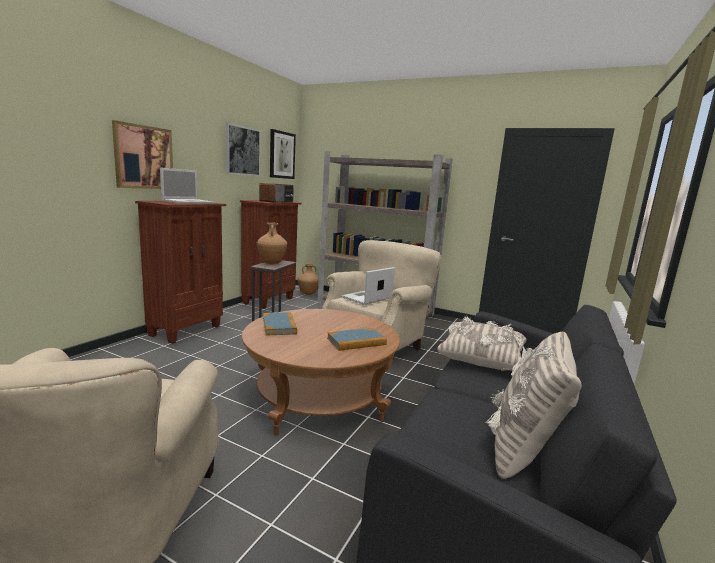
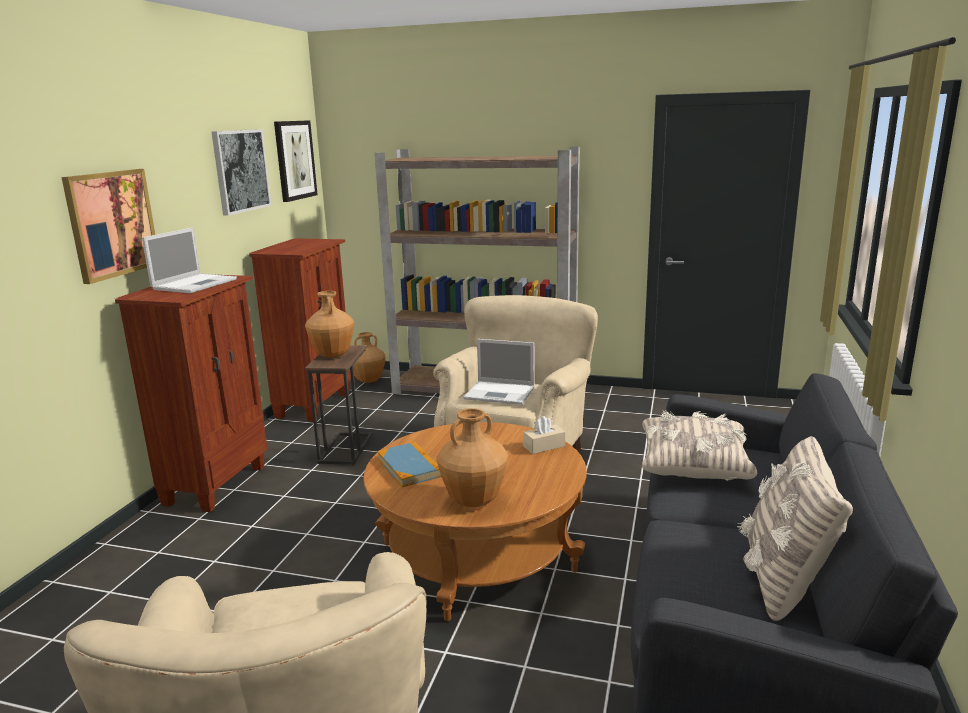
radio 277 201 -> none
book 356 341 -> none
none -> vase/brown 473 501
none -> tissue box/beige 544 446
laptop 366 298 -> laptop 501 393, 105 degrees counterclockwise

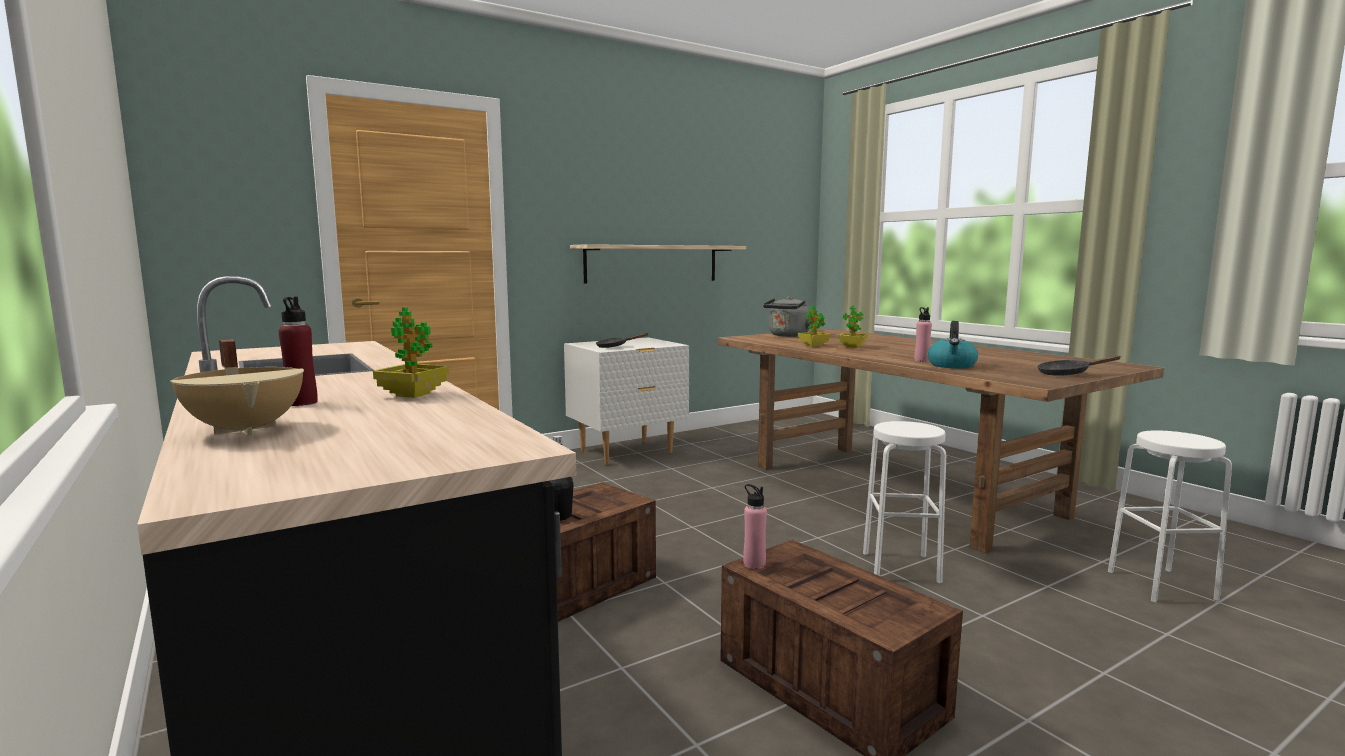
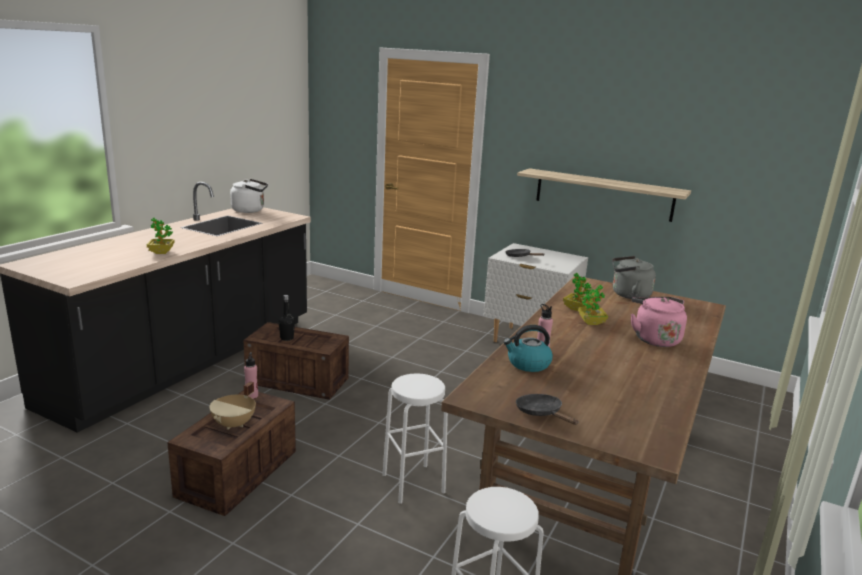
bottle/red 301 403 -> none
none -> kettle/white 250 210
none -> kettle/pink 654 339
cooking pot/beige 248 429 -> cooking pot/beige 234 424, moved

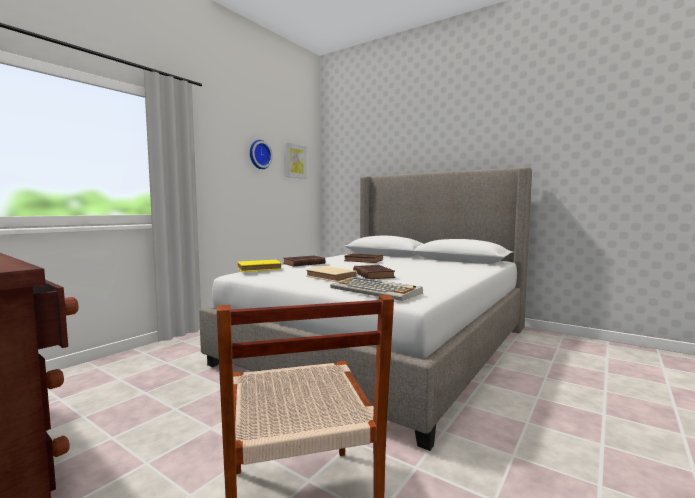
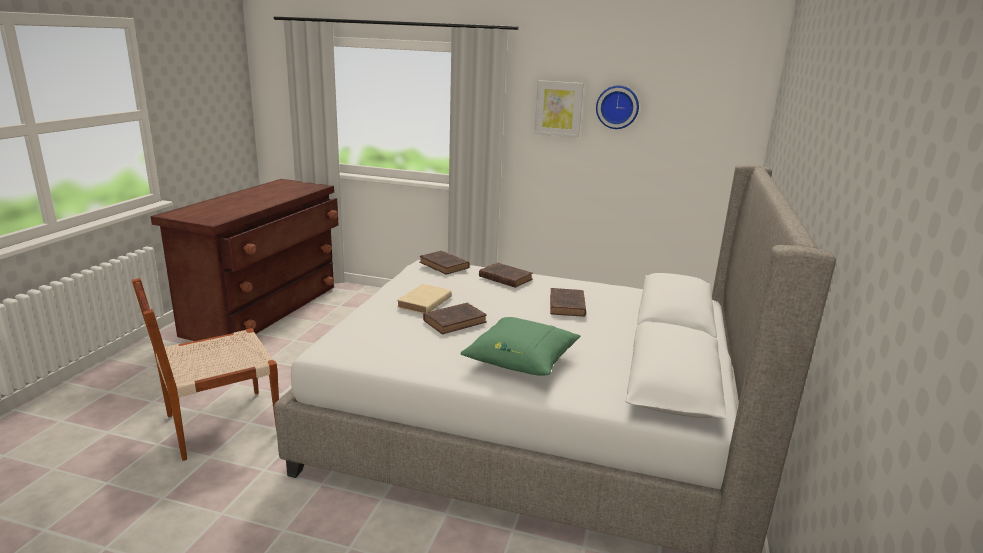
keyboard 376 290 -> none
none -> pillow/green 521 360
picture 295 161 -> picture 558 108, moved
book/yellow 260 268 -> book/brown 445 266

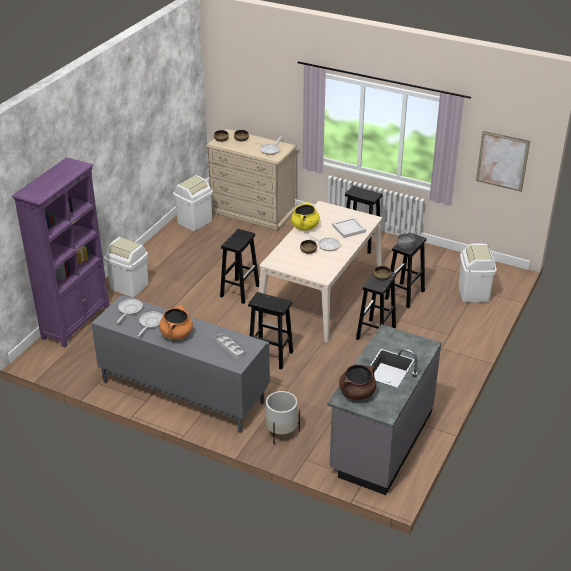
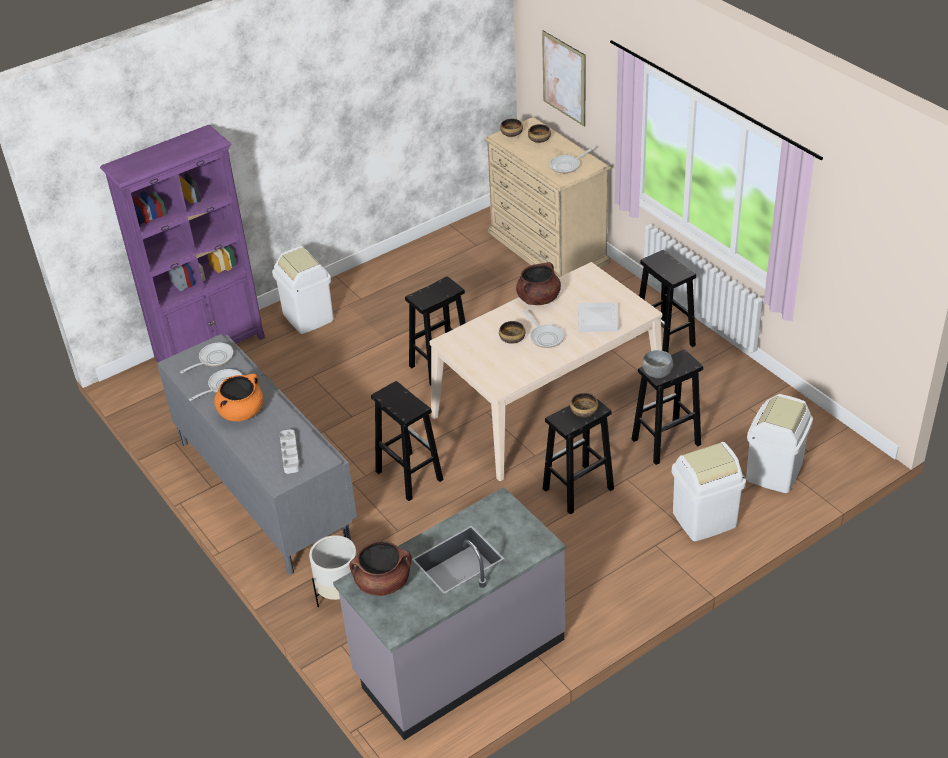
trash can/white 194 222 -> trash can/white 704 519, moved
picture 502 161 -> picture 564 78, moved
cooking pot/yellow 305 227 -> cooking pot/brown 538 299

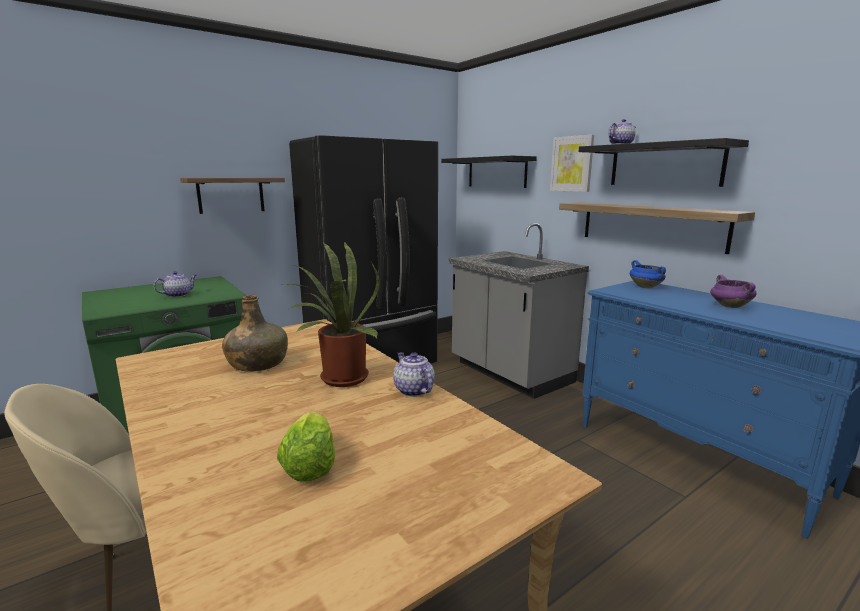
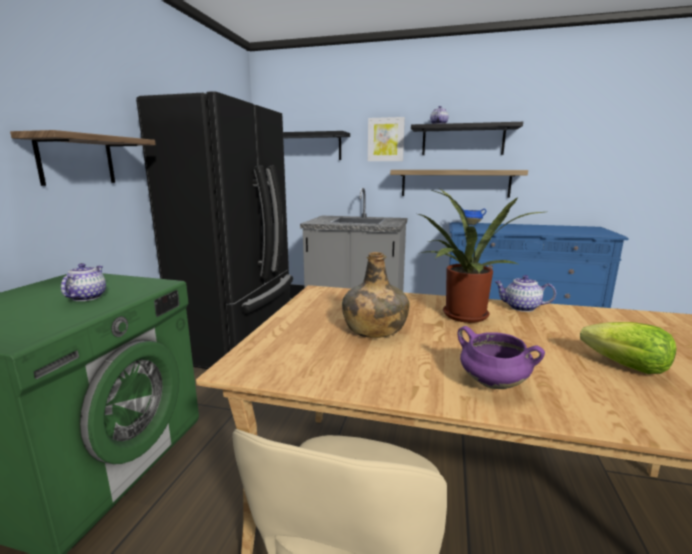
cooking pot/purple 729 306 -> cooking pot/purple 492 383, moved

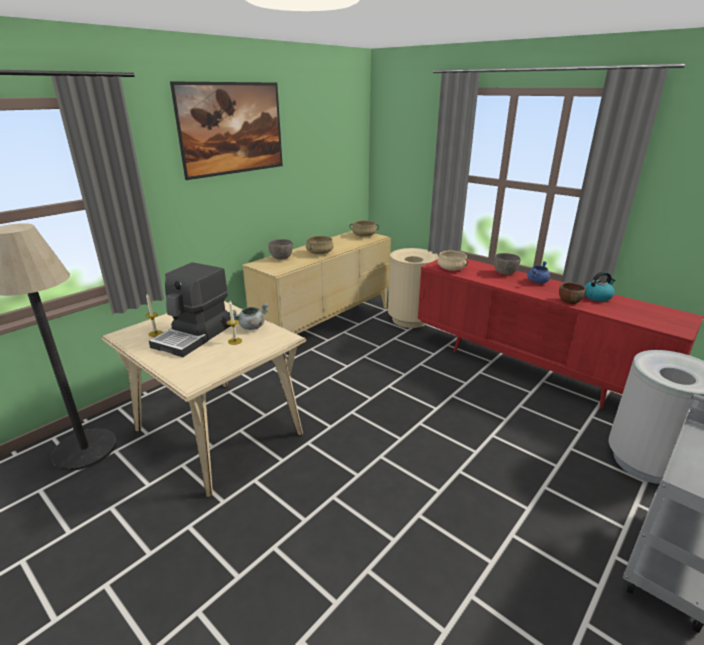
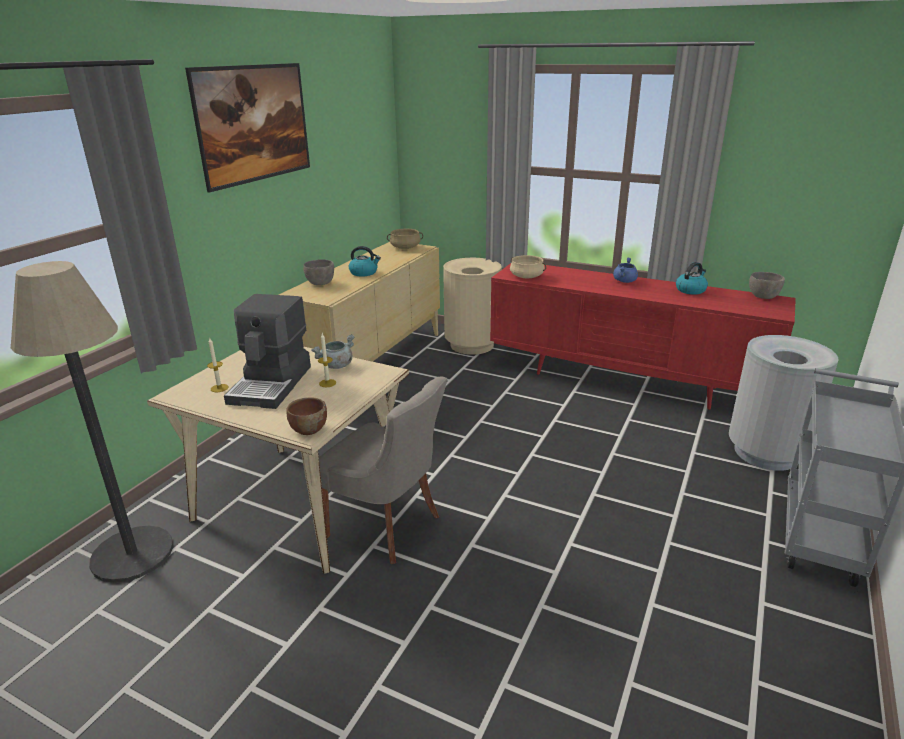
none -> chair/grey 386 526
bowl/grey 504 273 -> bowl/grey 762 297, moved
bowl/brown 569 301 -> bowl/brown 308 429, moved
cooking pot/beige 319 253 -> kettle 364 273

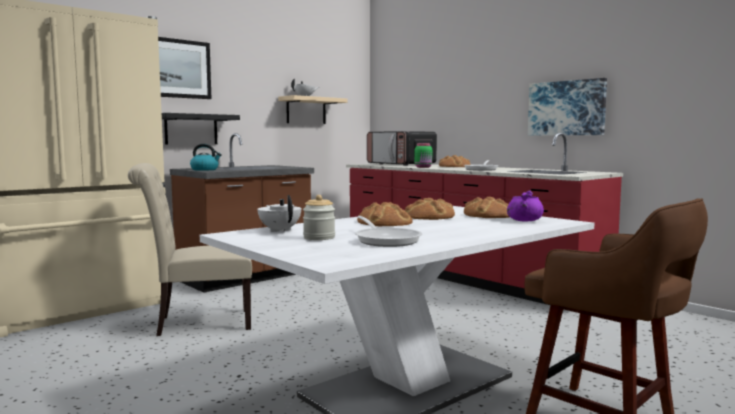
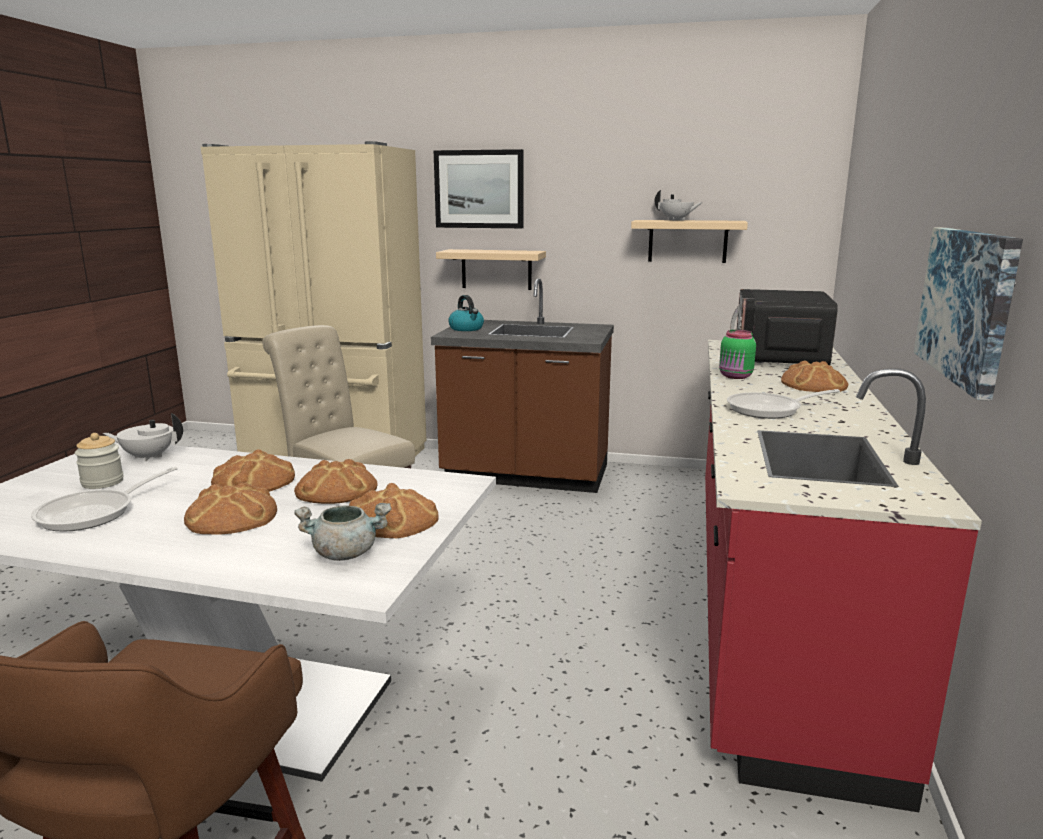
none -> bread 231 516
shelf/black 191 129 -> shelf/beige 496 269
cooking pot/purple 524 221 -> cooking pot/grey 346 553
teapot/white 280 231 -> teapot/white 148 457, 120 degrees counterclockwise

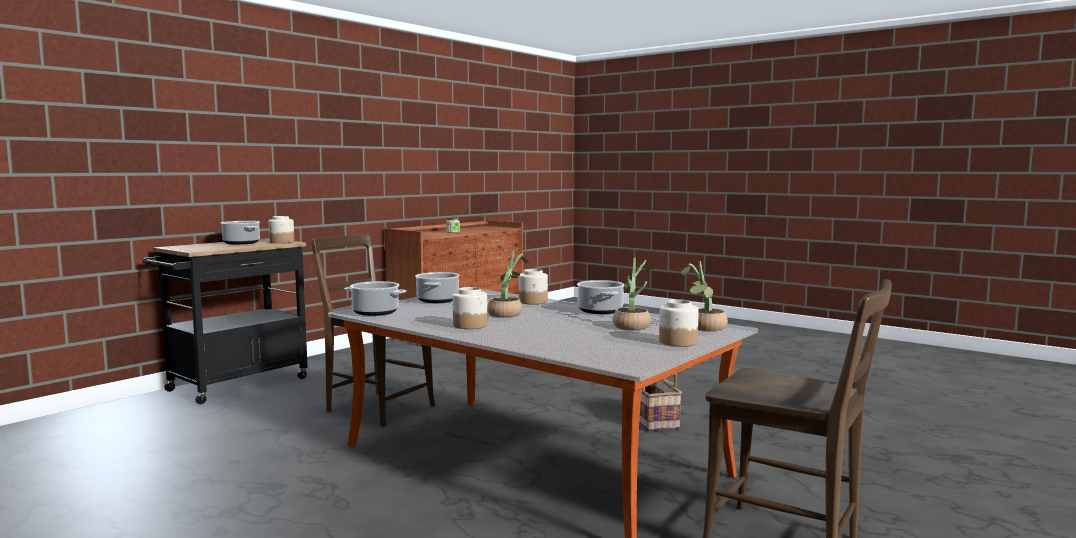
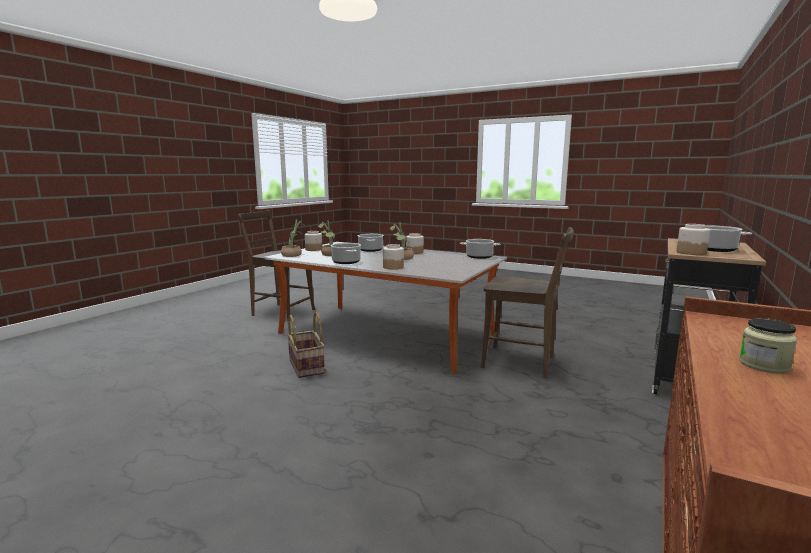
cooking pot 437 300 -> cooking pot 371 250, moved

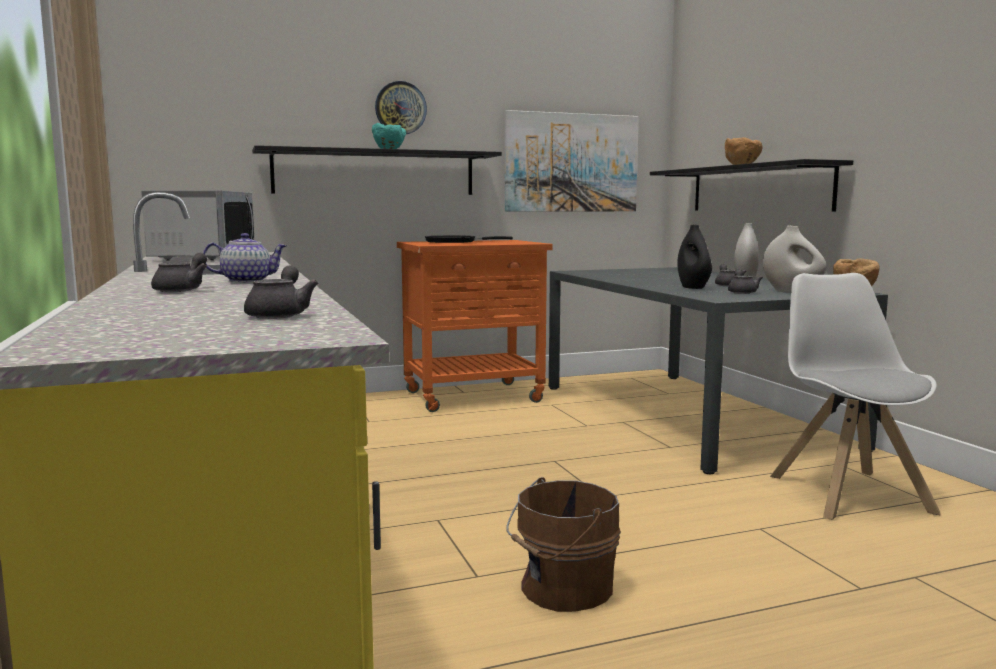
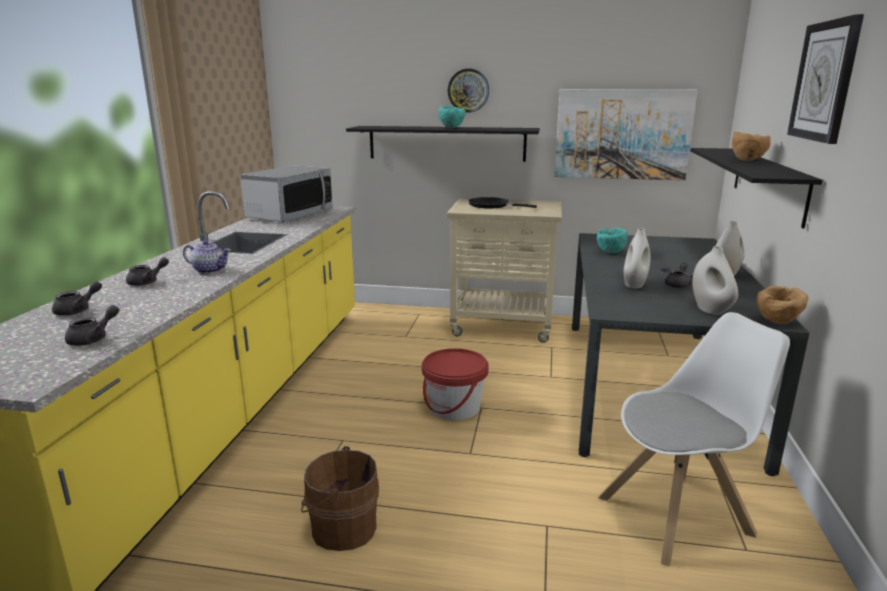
none -> bucket/red 454 407
none -> bowl/turquoise 610 252
none -> wall clock 824 81
teapot/grey 742 292 -> teapot/grey 78 310, moved
cart/orange 474 397 -> cart/beige 503 327
vase/black 693 287 -> vase/white 634 285
chair 847 492 -> chair 678 514, 45 degrees clockwise

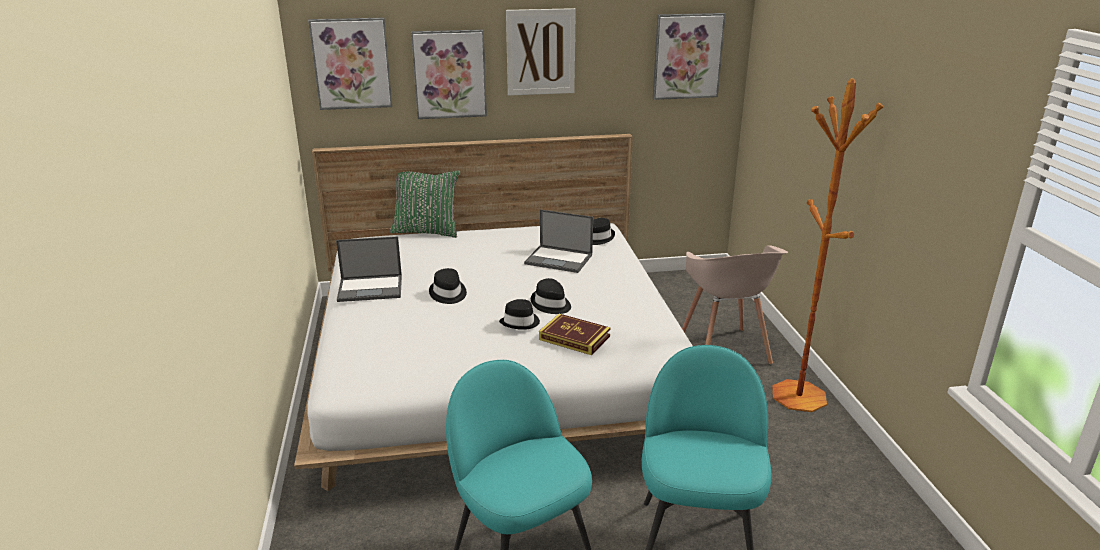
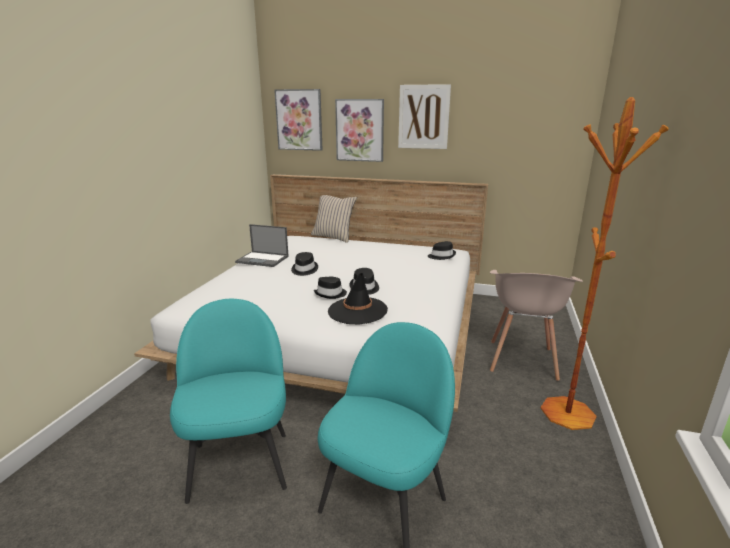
laptop 559 259 -> none
picture 687 56 -> none
book 574 338 -> hat/black 357 311
pillow/green 426 231 -> pillow/beige 333 237

